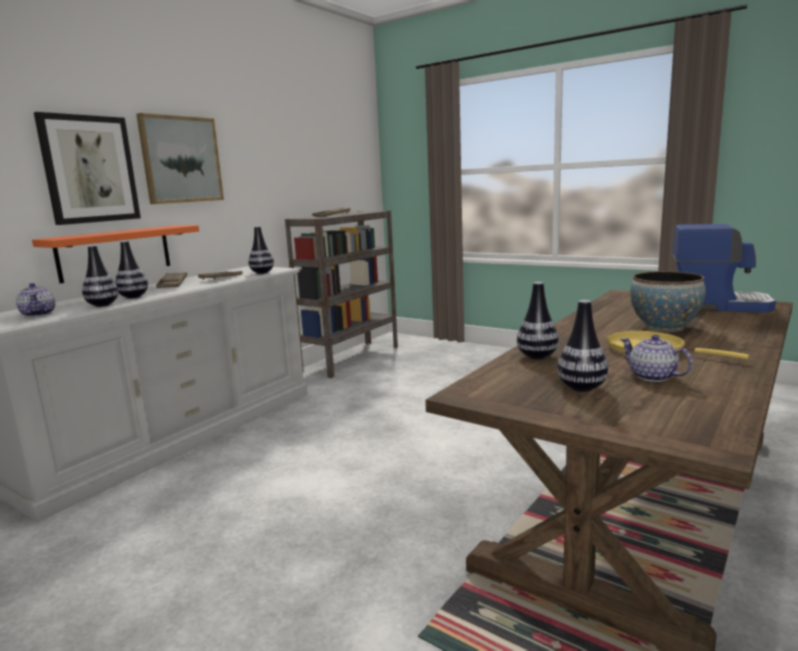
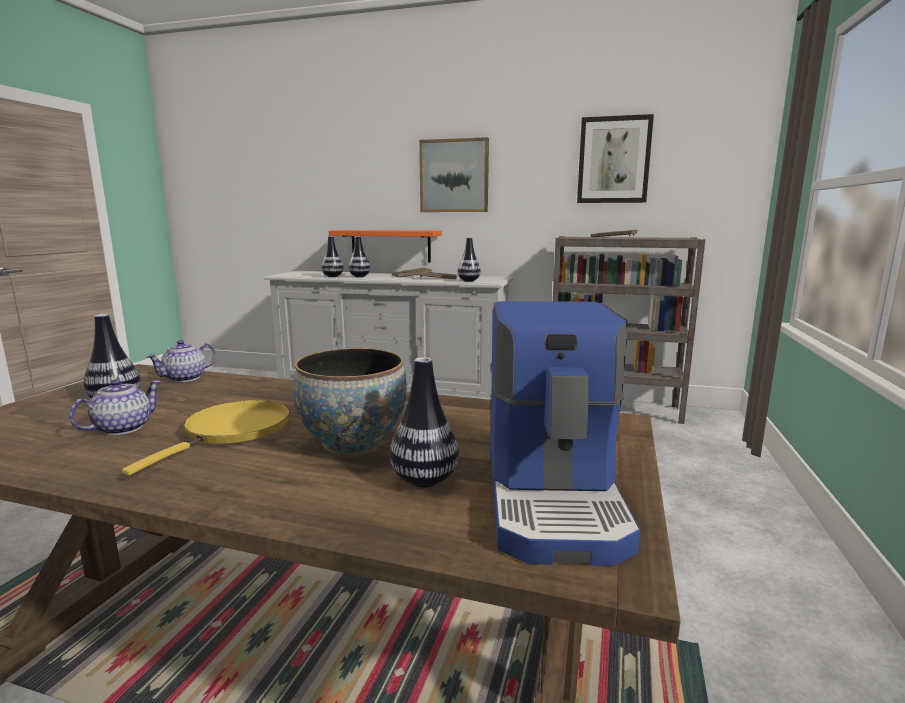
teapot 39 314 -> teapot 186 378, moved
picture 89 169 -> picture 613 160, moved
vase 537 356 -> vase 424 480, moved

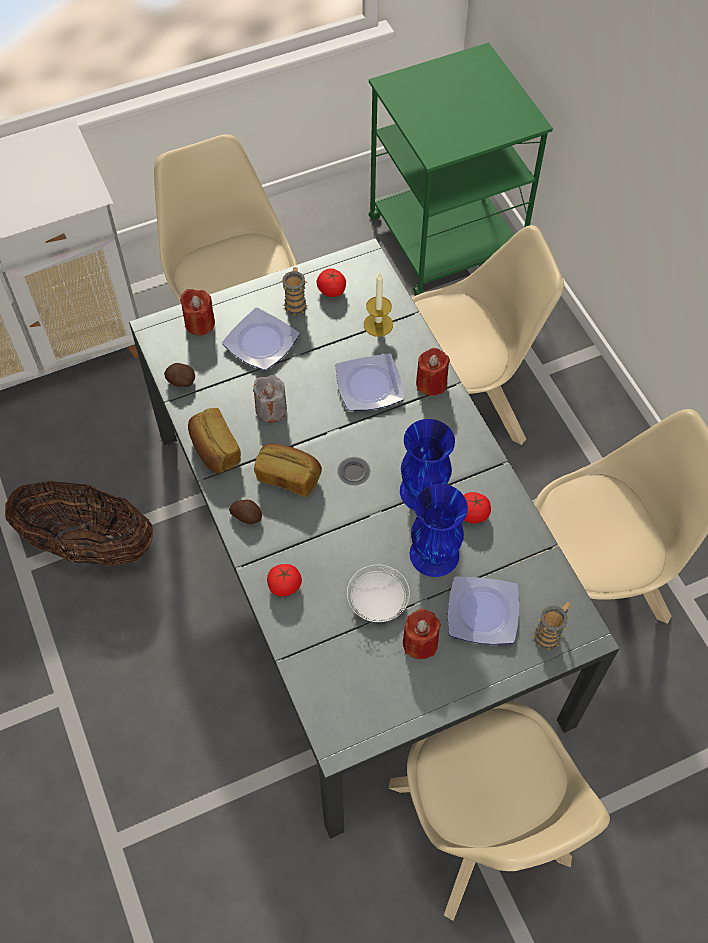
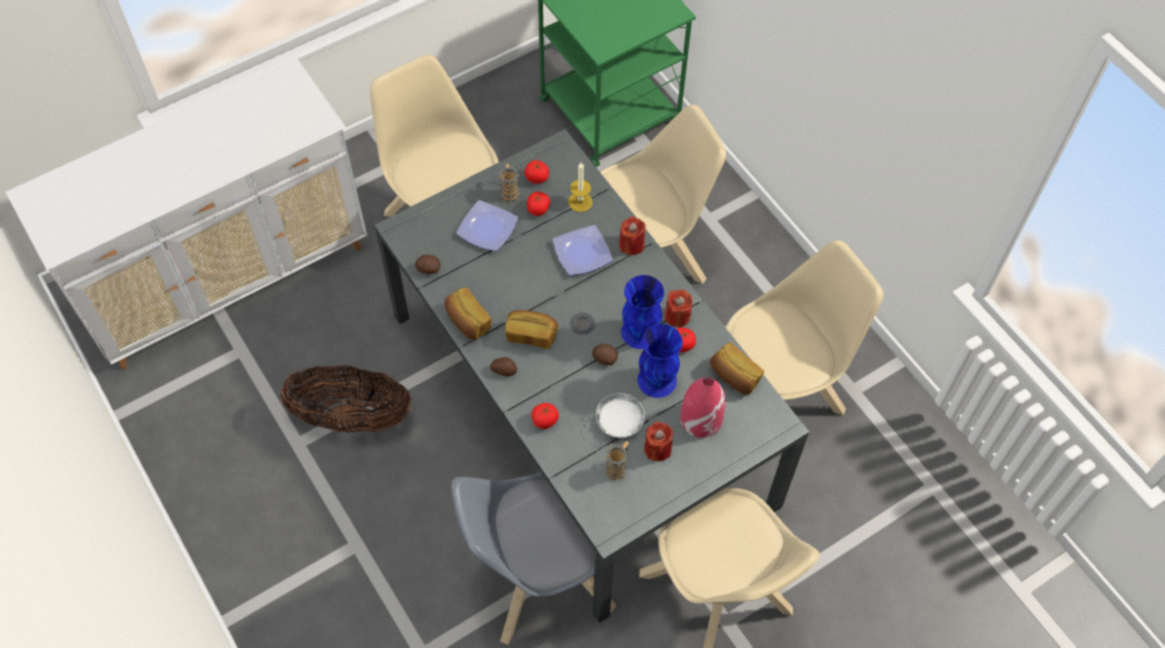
candle/grey 271 409 -> none
none -> chair/grey 538 577
none -> tomato 538 209
none -> potato 604 358
none -> bread 734 377
candle/red 200 323 -> candle/red 677 316, moved
mug 550 633 -> mug 617 467, moved
plate 481 611 -> vase/red 700 418

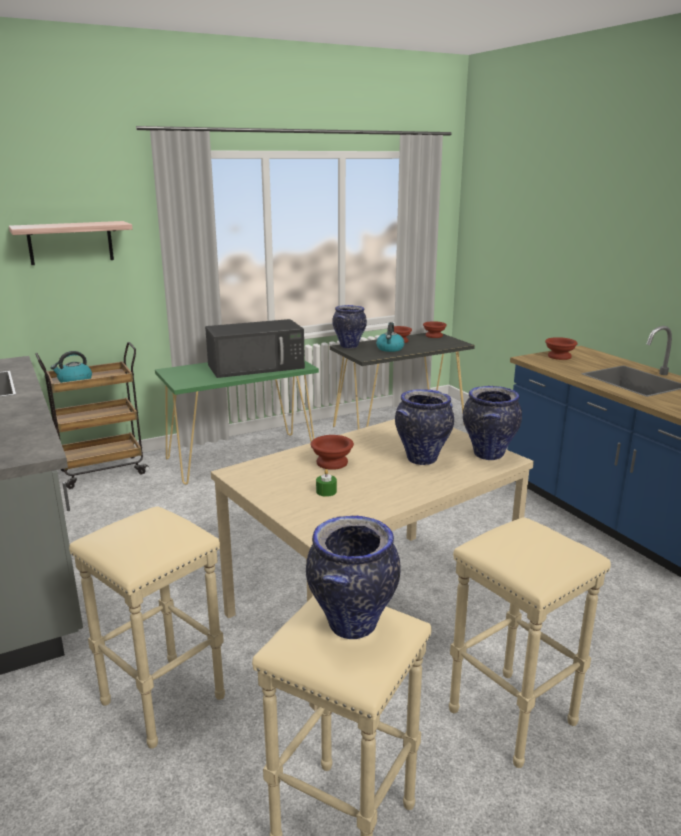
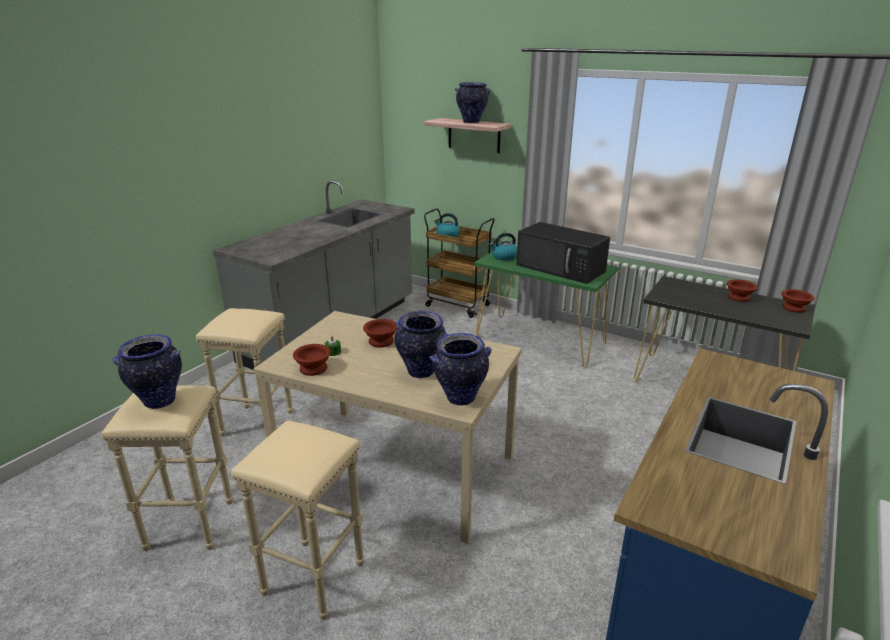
vase 349 346 -> vase 472 122, moved
kettle 390 349 -> kettle 504 257, moved
bowl/brown 558 356 -> bowl/brown 314 368, moved

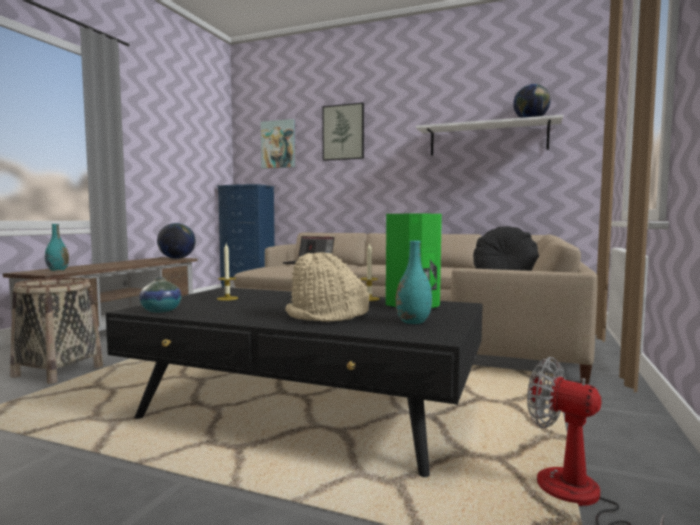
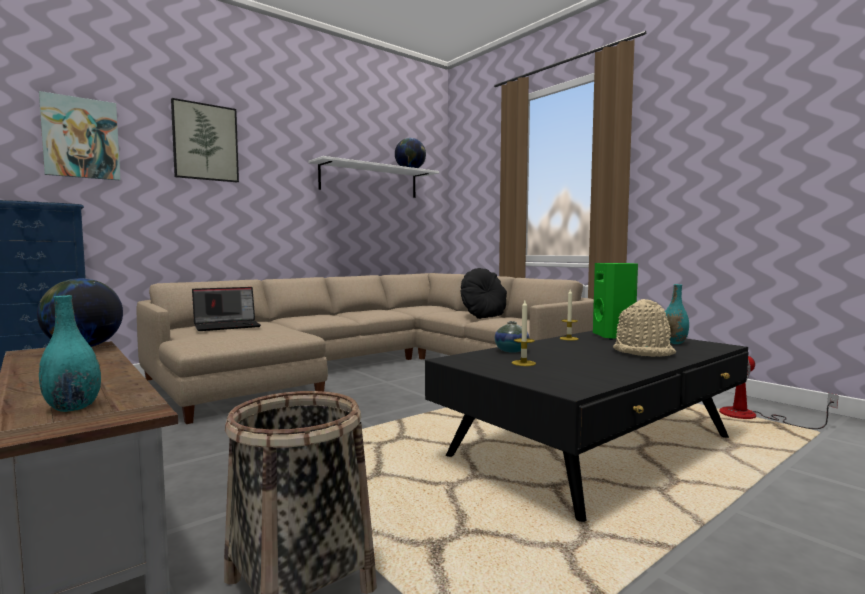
vase 161 311 -> vase 511 351, moved

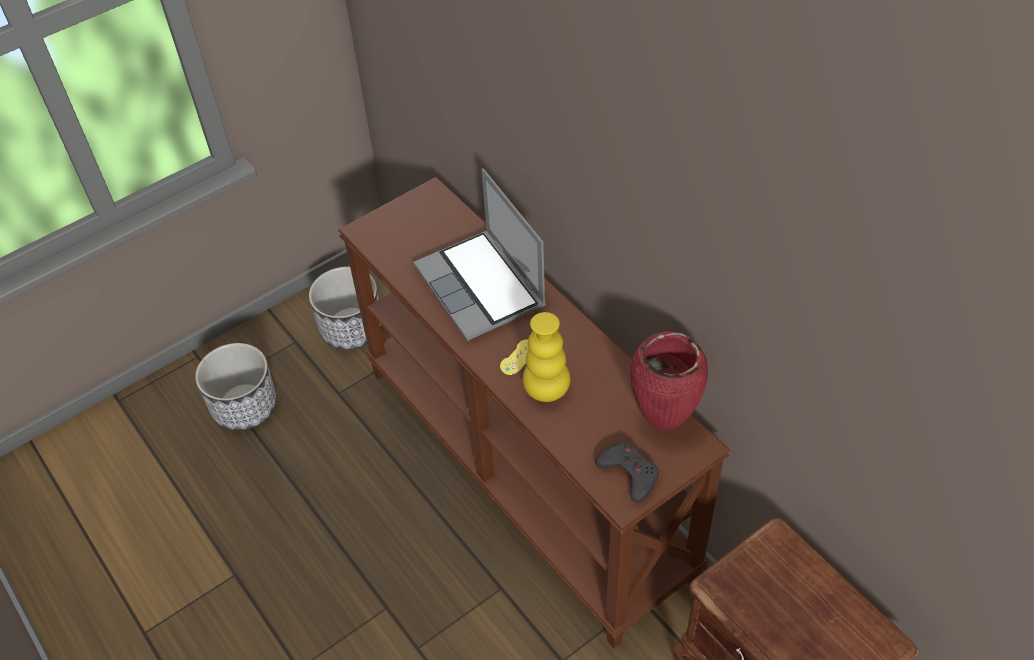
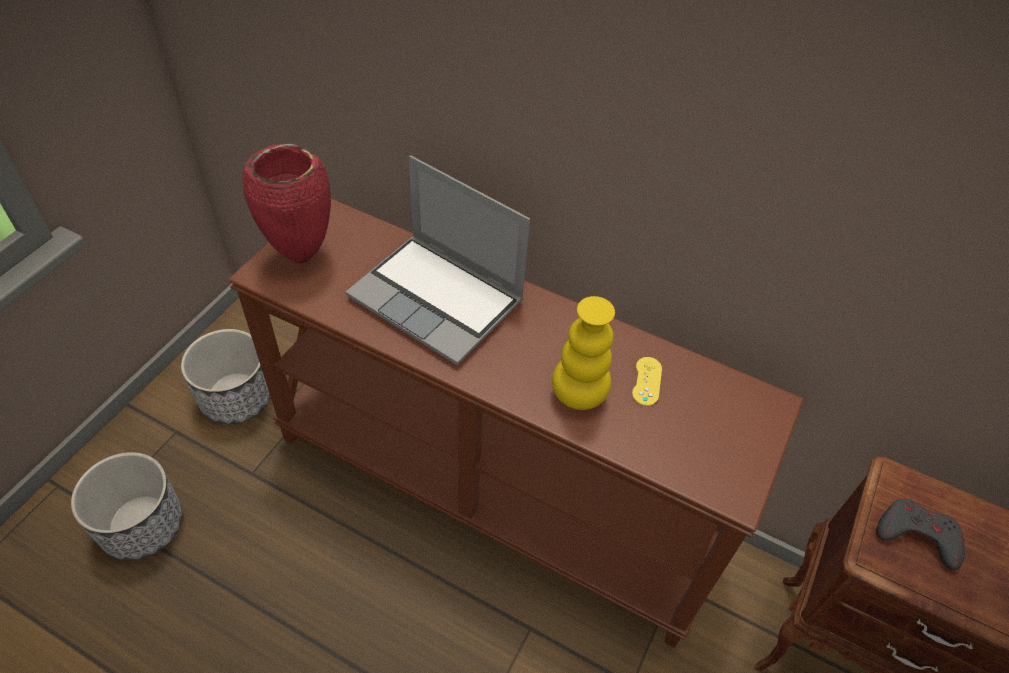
game controller/yellow 519 357 -> game controller/yellow 647 381, moved
game controller/grey 629 473 -> game controller/grey 917 535, moved
vase/red 664 421 -> vase/red 302 255, moved

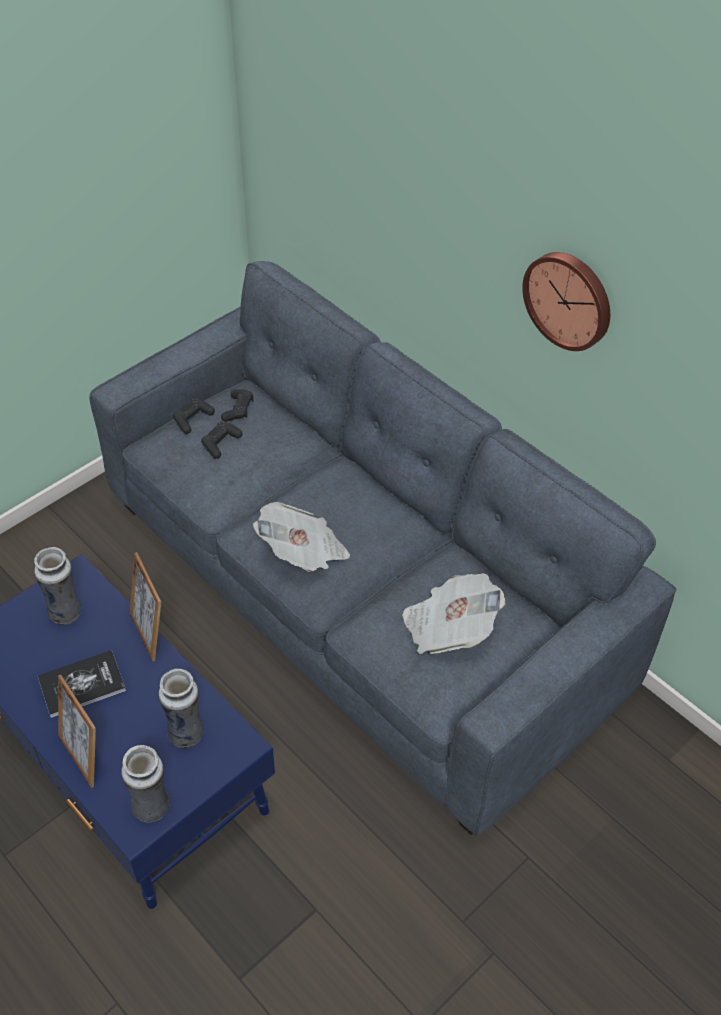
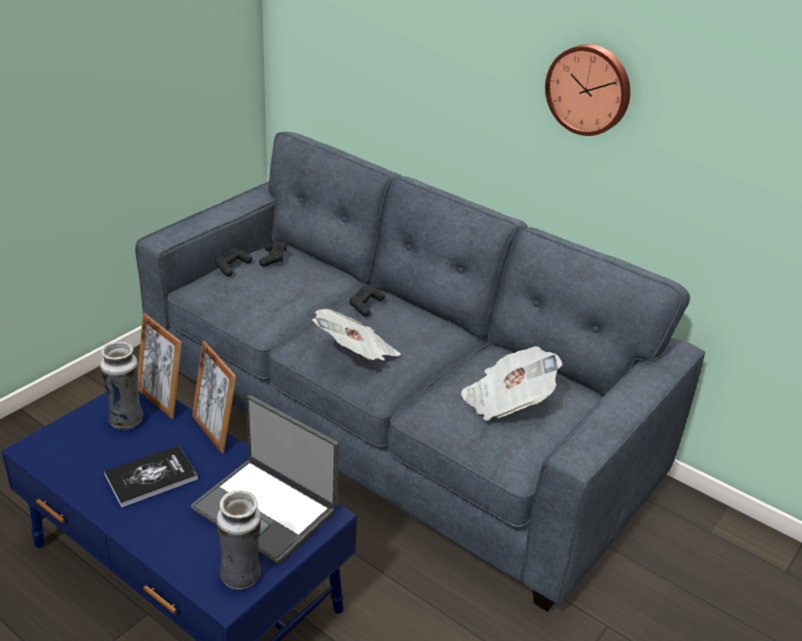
picture frame 84 756 -> picture frame 162 399, moved
game controller/black 221 443 -> game controller/black 366 305, moved
vase 186 733 -> laptop 266 509

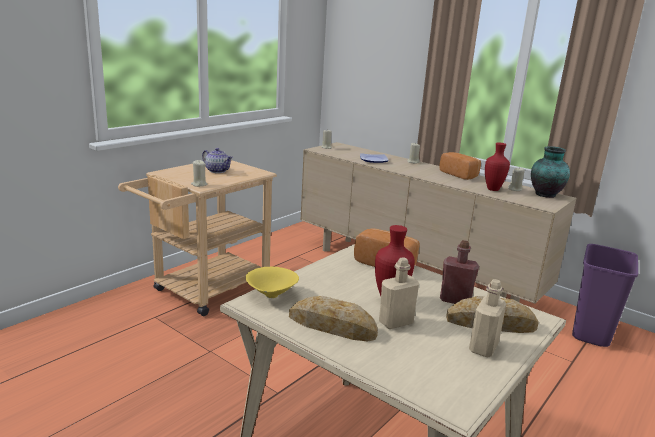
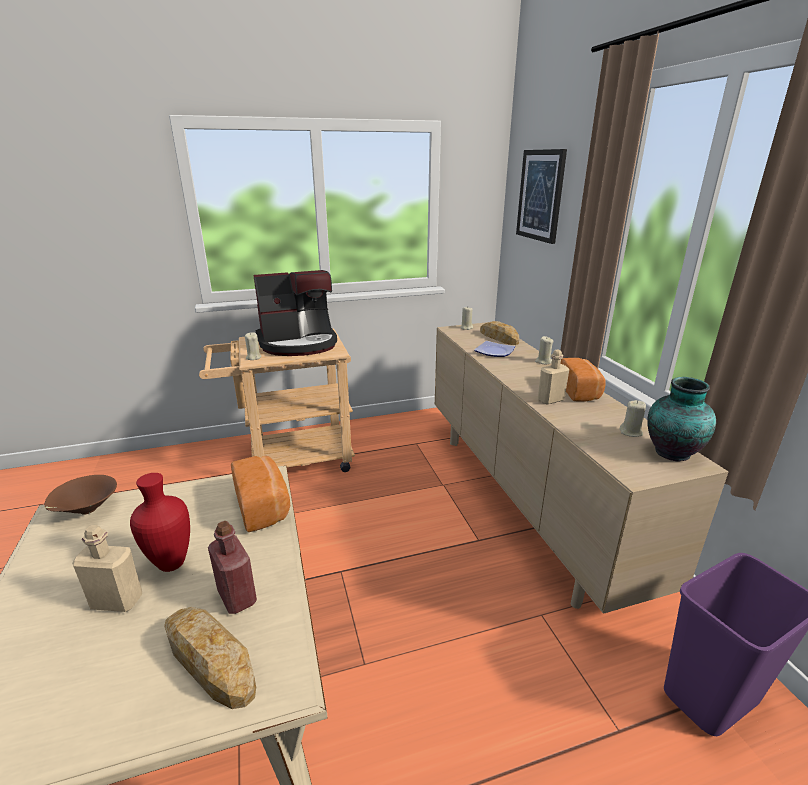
vase/red 492 189 -> none
none -> picture 540 195
bread 332 326 -> bread 499 337, moved
bottle/beige 483 347 -> bottle/beige 550 400, moved
teapot 217 171 -> coffee machine 298 343
bowl/yellow 271 296 -> bowl/brown 86 511

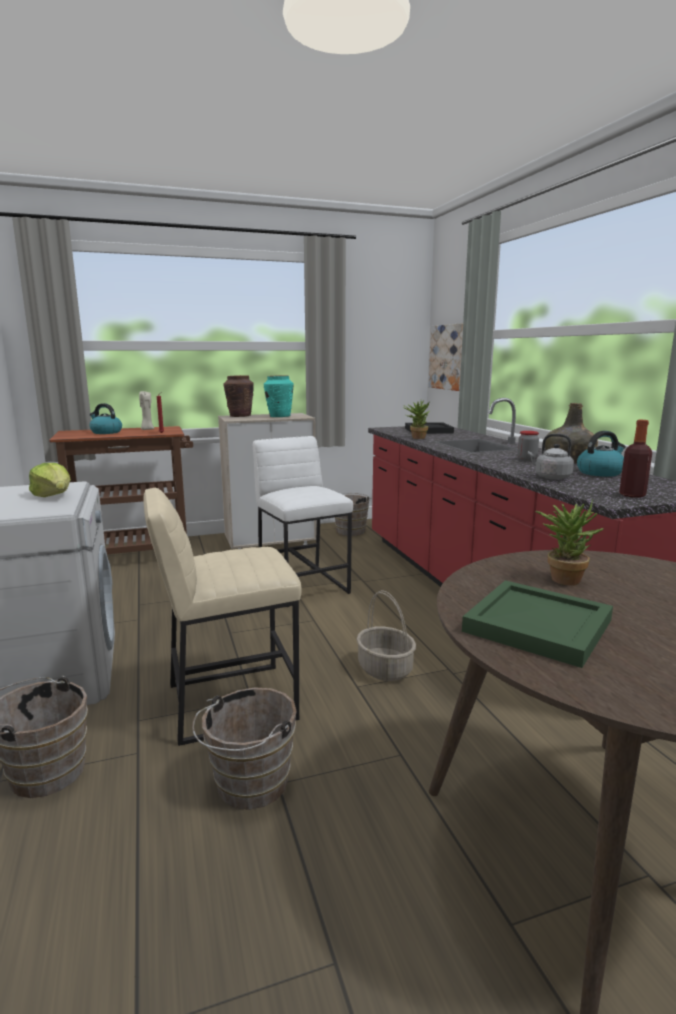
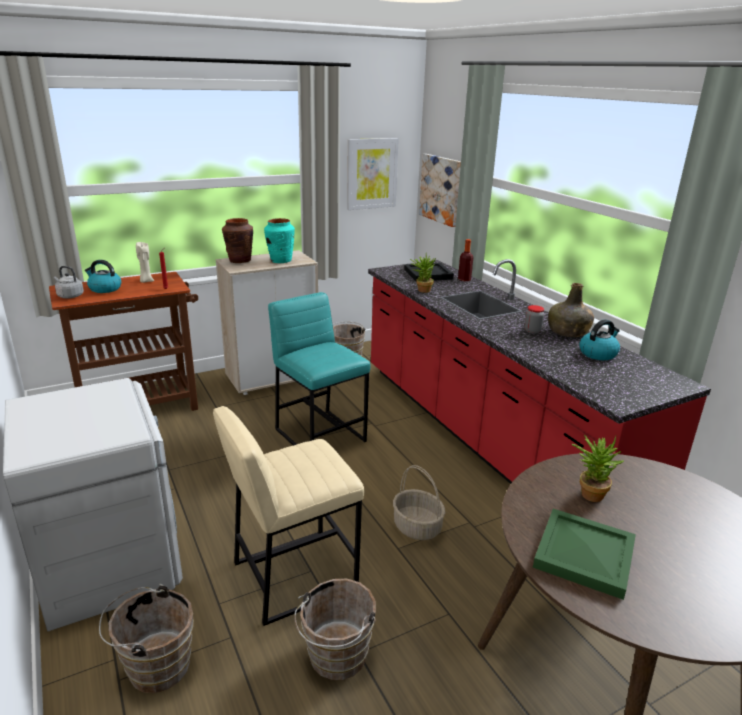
lettuce 53 496 -> none
none -> picture 371 173
kettle/grey 550 477 -> kettle/grey 69 296, moved
bottle 632 495 -> bottle 464 279, moved
chair/white 302 585 -> chair/turquoise 319 434

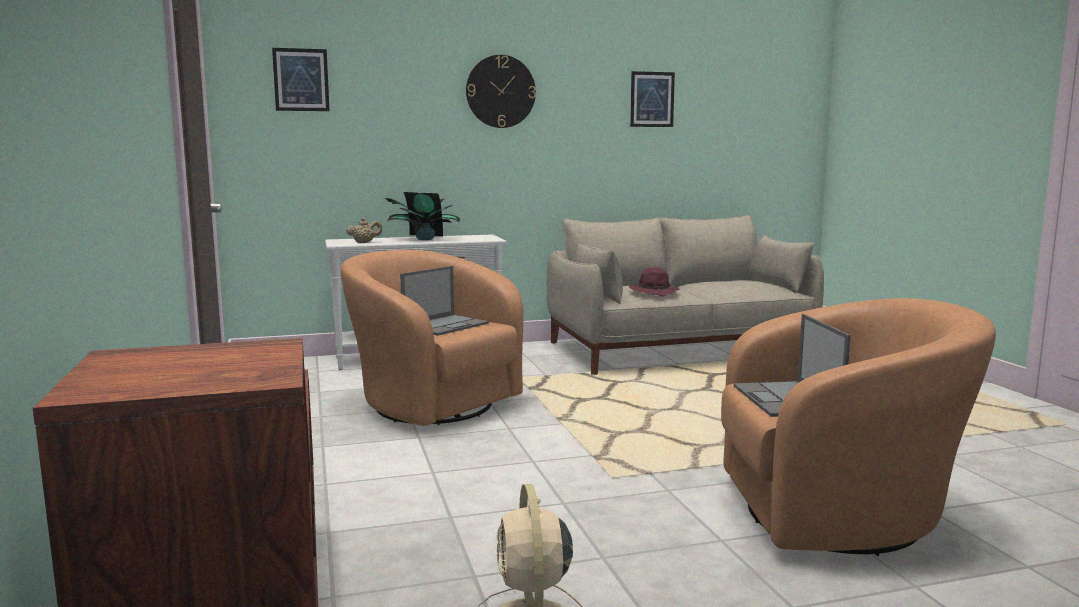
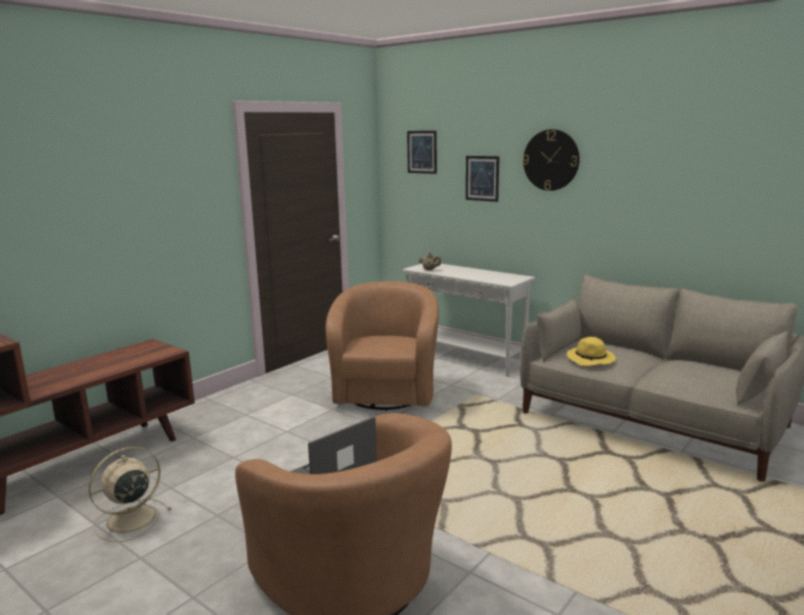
potted plant 424 239 -> none
laptop 446 325 -> none
picture 652 99 -> picture 482 178, moved
hat/purple 654 292 -> hat/yellow 591 359

